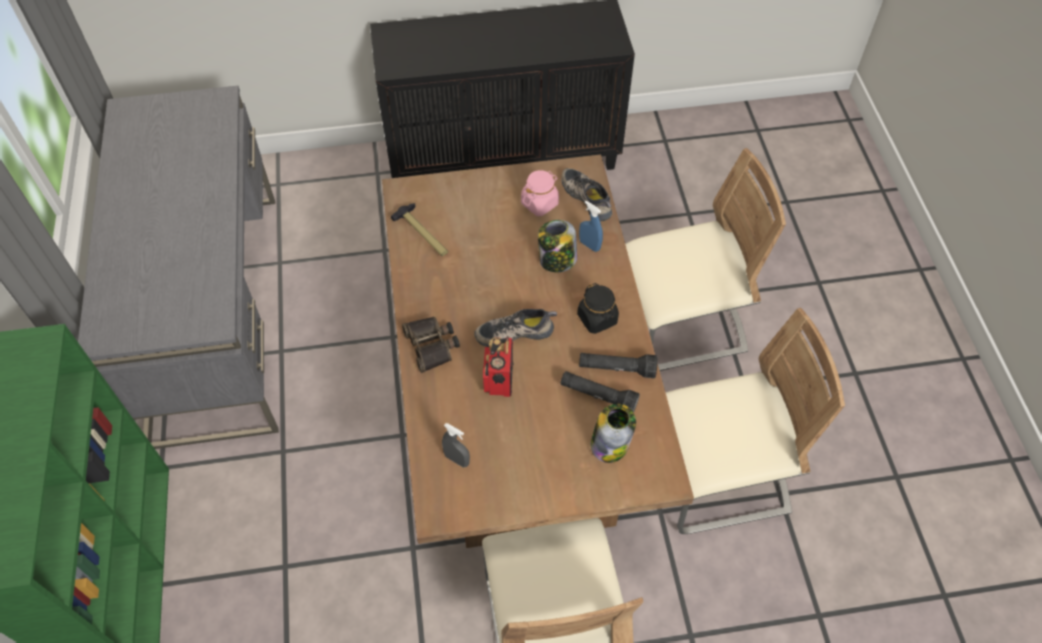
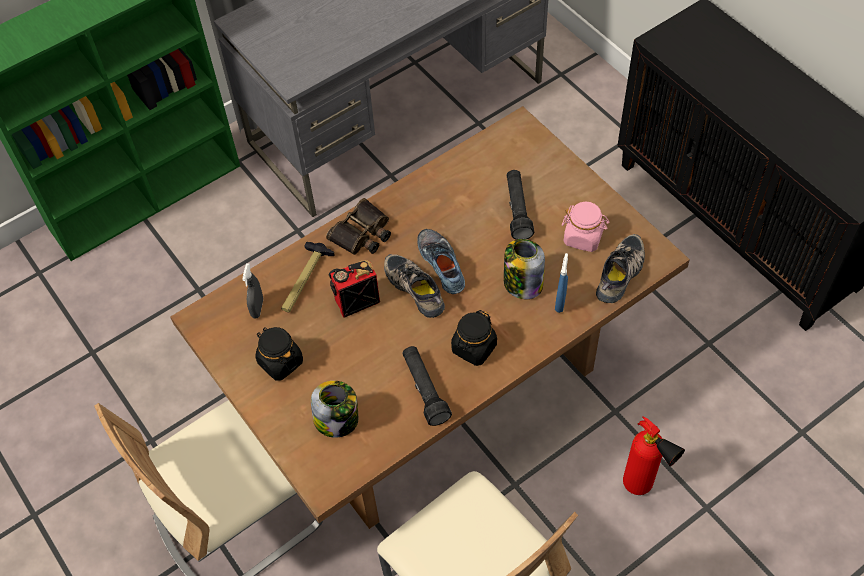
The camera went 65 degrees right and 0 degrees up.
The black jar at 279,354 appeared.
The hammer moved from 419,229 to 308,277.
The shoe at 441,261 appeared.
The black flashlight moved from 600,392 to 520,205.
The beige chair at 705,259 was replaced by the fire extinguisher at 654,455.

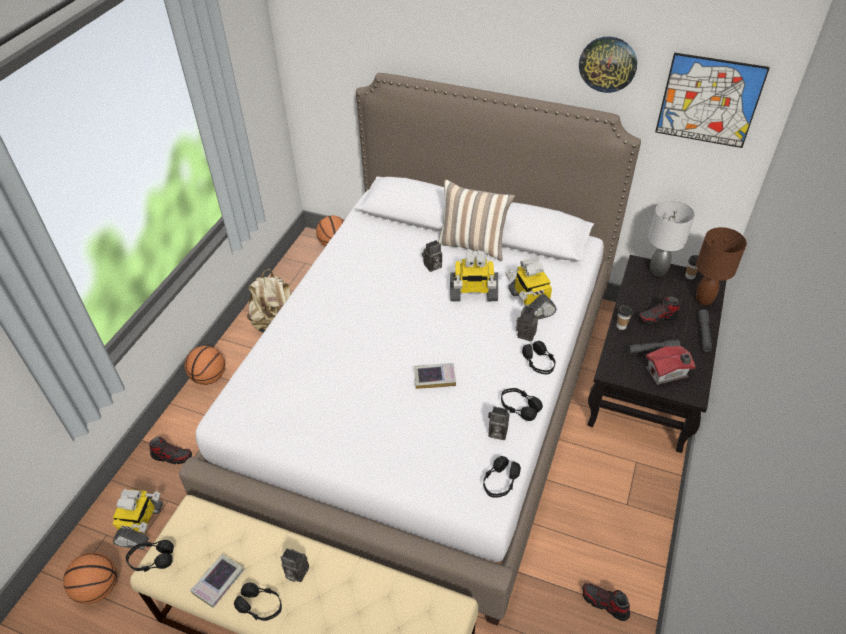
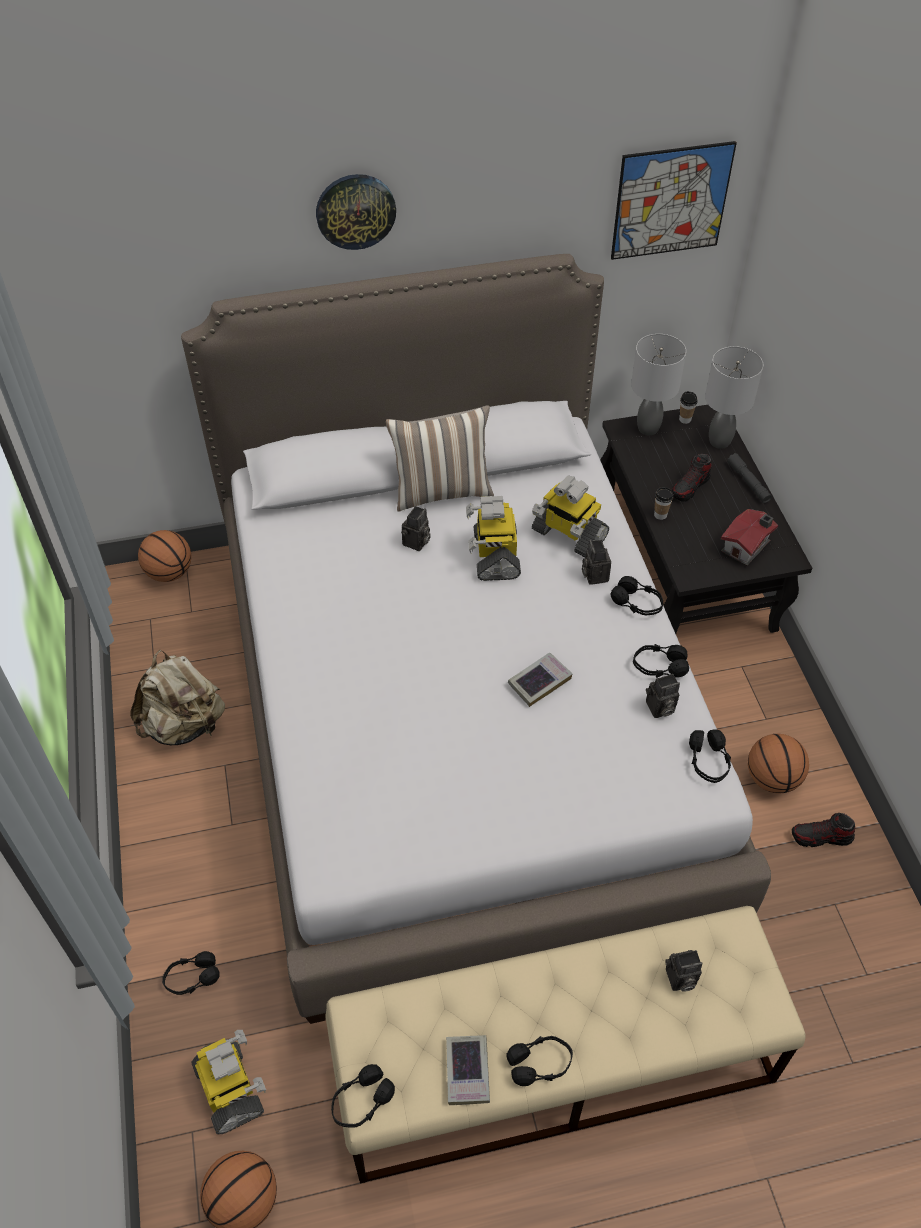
The camera went 35 degrees left and 5 degrees up.
The shoe at 170,450 was replaced by the black headphones at 191,973.
The wall clock moved from 608,64 to 356,212.
The toy robot at 474,276 turned 120 degrees clockwise.
The photo camera moved from 294,565 to 683,971.
The brown table lamp at 721,266 became the grey table lamp at 734,397.
The basketball moved from 205,365 to 778,764.
The grey flashlight at 654,346 disappeared.

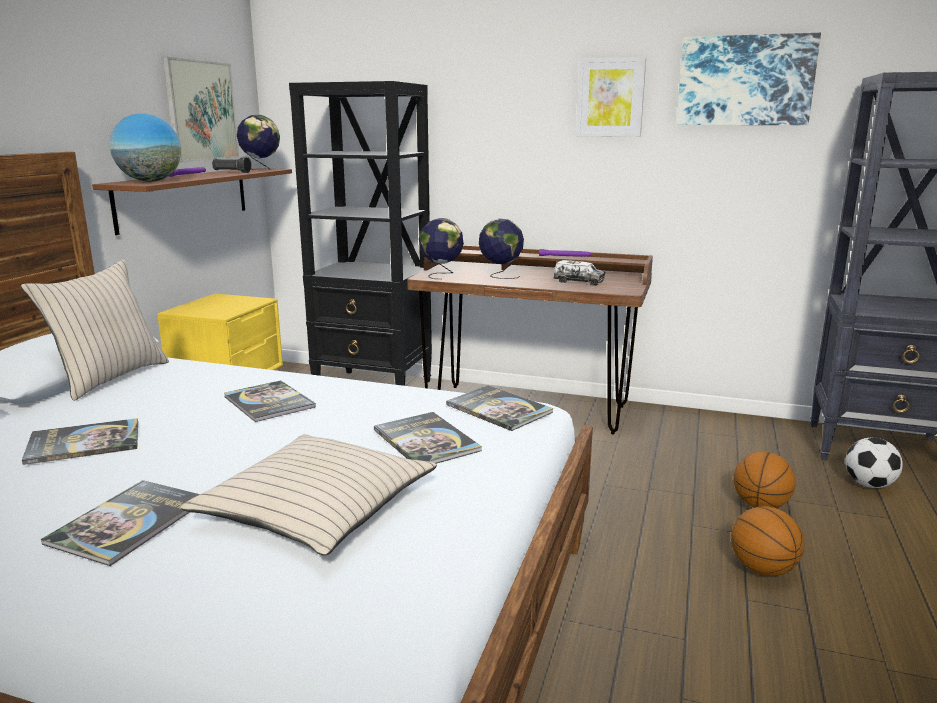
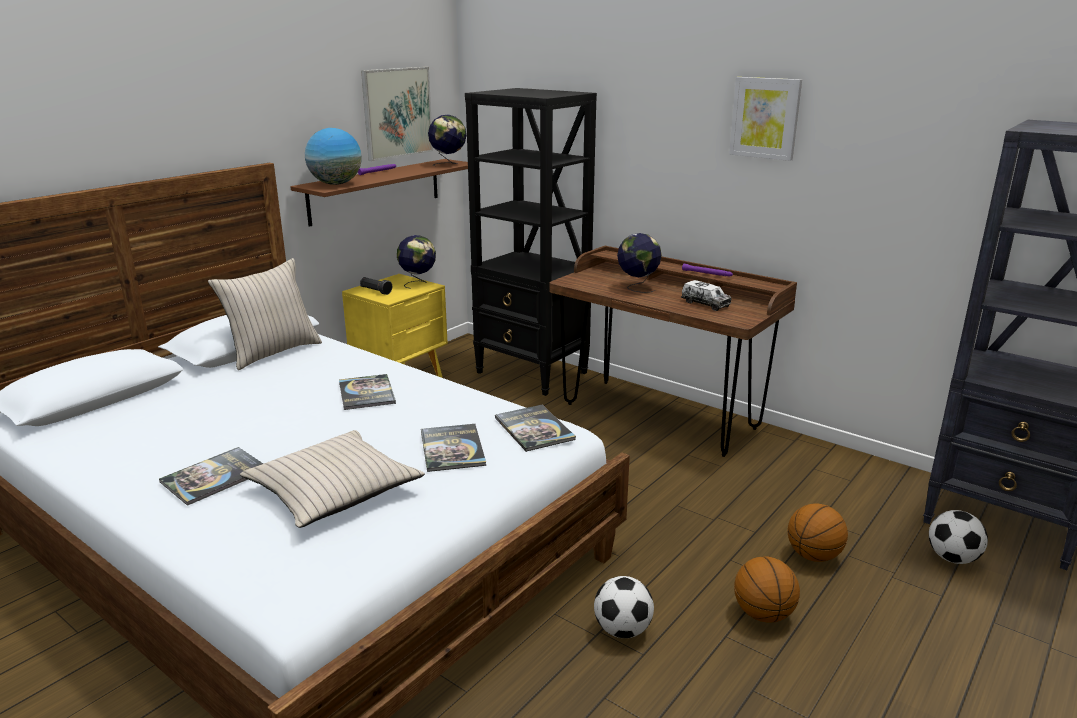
The camera went 20 degrees right and 5 degrees up.
The black flashlight moved from 232,165 to 376,286.
The globe moved from 441,248 to 416,262.
The football at 624,607 appeared.
The book at 80,441 disappeared.
The picture at 748,79 disappeared.

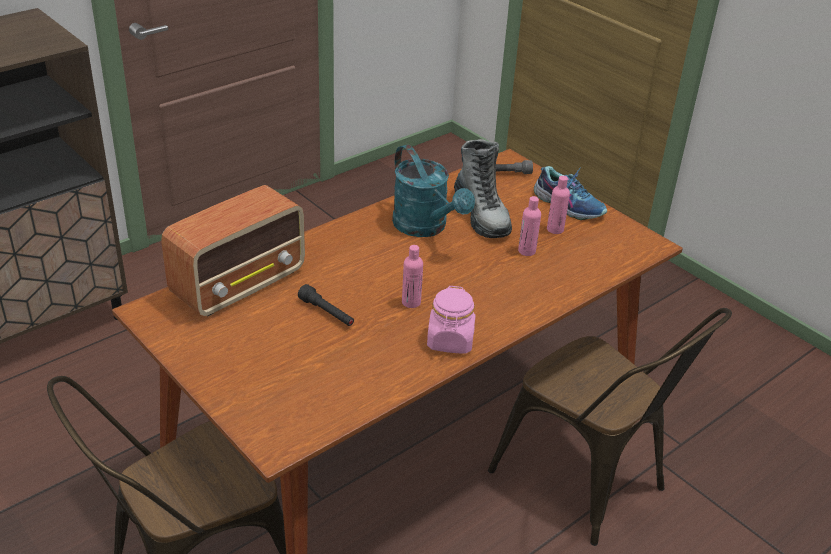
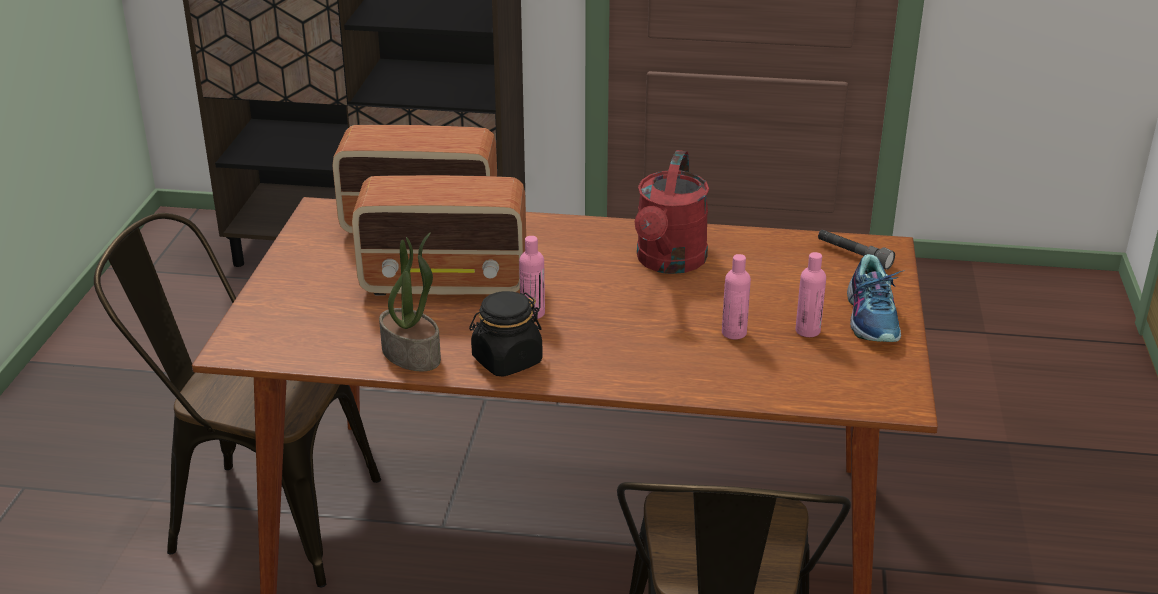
The camera went 50 degrees right and 5 degrees down.
The black flashlight at 326,305 was replaced by the radio at 439,235.
The potted plant at 410,301 appeared.
The pink jar at 451,320 became the black jar at 506,334.
The turquoise watering can at 433,191 became the red watering can at 672,212.
The boot at 483,188 disappeared.

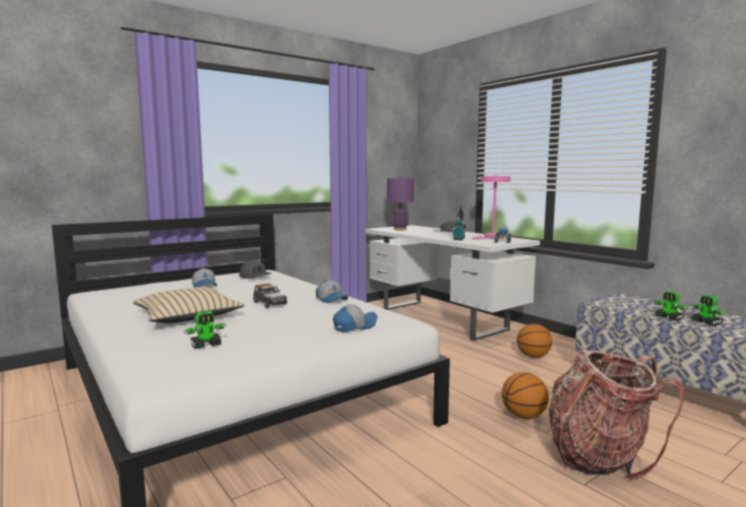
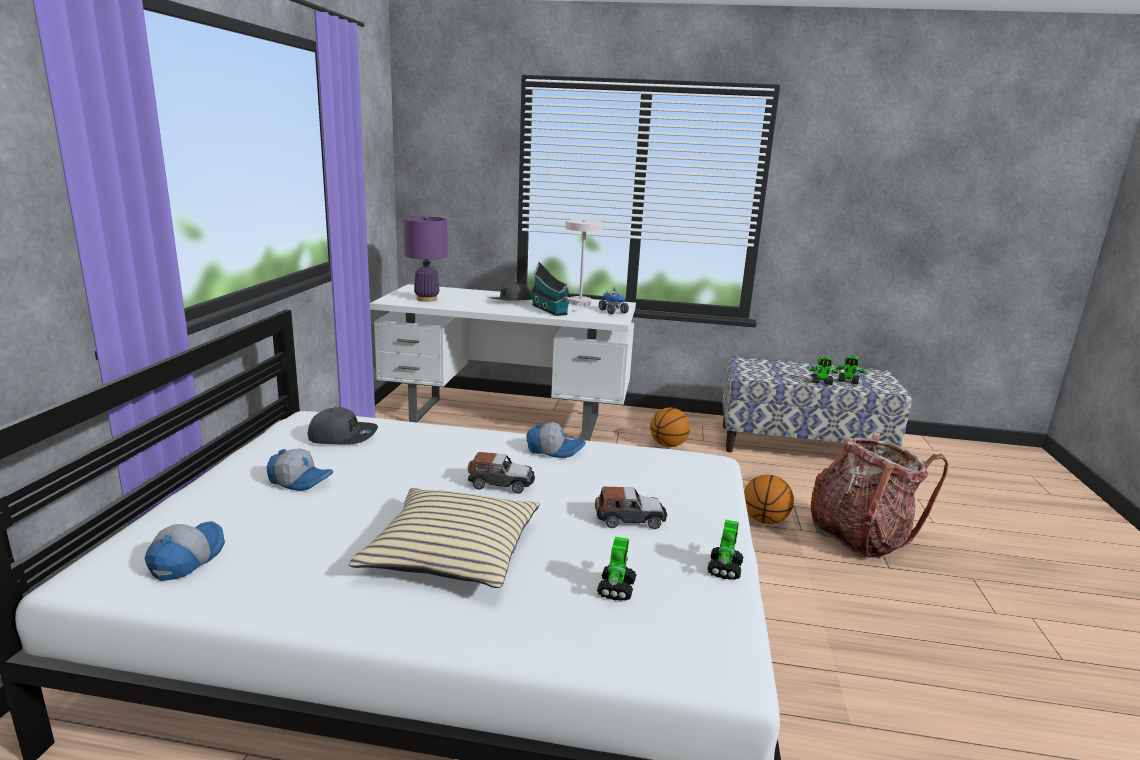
The camera went 45 degrees left and 10 degrees up.
The cap moved from 355,318 to 185,551.
The pink table lamp at 491,207 became the white table lamp at 584,265.
The toy car at 631,508 appeared.
The toy robot at 725,550 appeared.

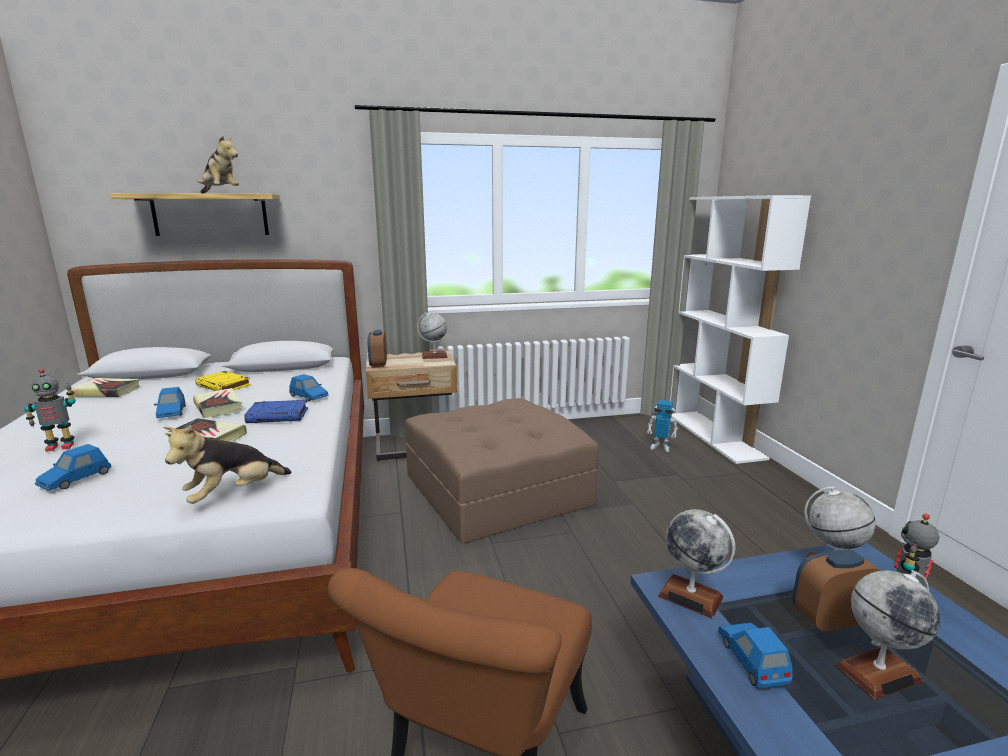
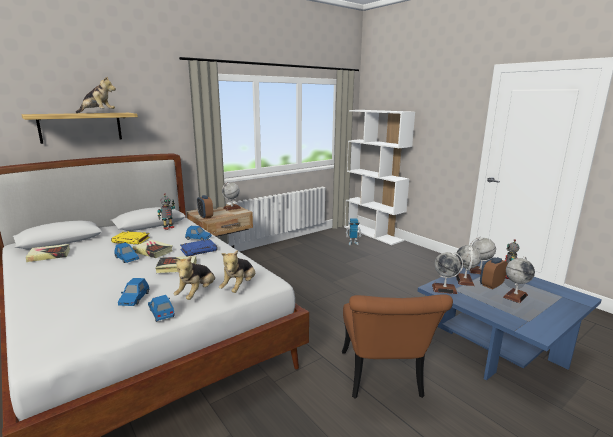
The camera went 25 degrees left and 0 degrees up.
The blue toy car moved from 755,655 to 161,308.
The toy robot moved from 50,410 to 166,211.
The plush toy at 194,278 appeared.
The globe at 468,265 appeared.
The brown ottoman at 502,471 disappeared.

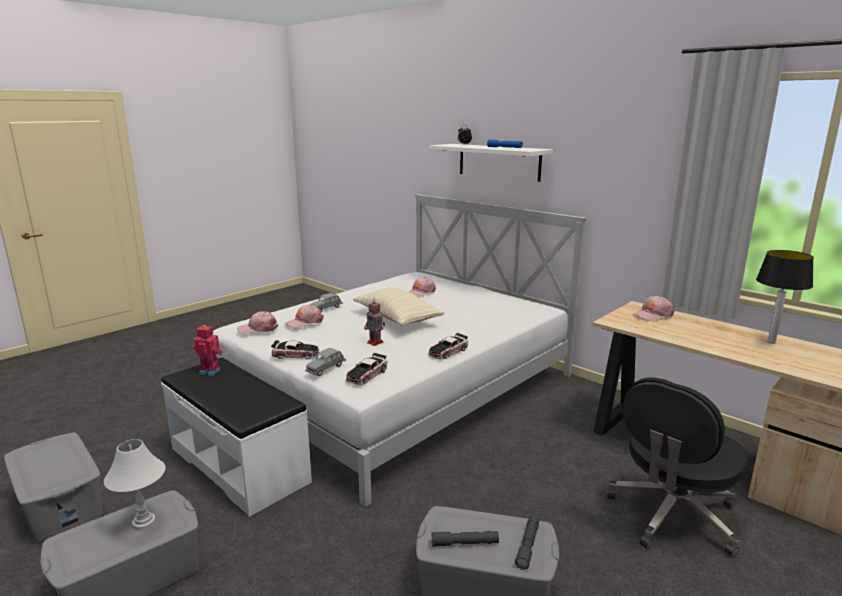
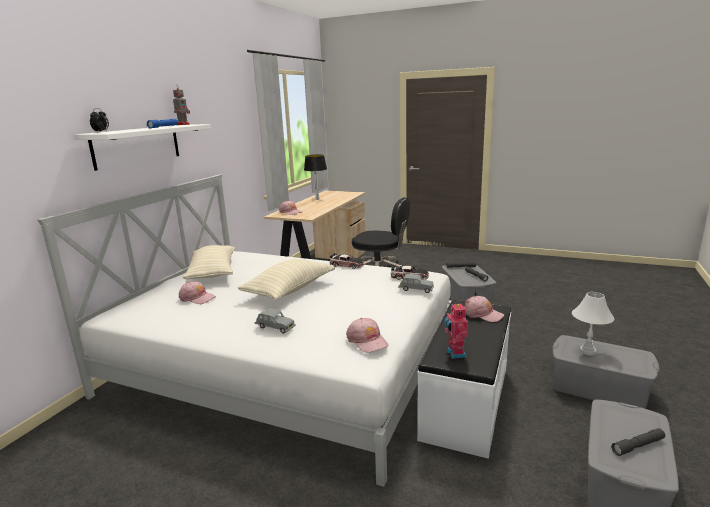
The camera went 110 degrees left and 0 degrees up.
The toy robot moved from 374,322 to 181,106.
The beige pillow at 209,262 appeared.
The pink cap moved from 304,316 to 484,309.
The grey flashlight at 638,442 appeared.
The toy car at 295,349 disappeared.

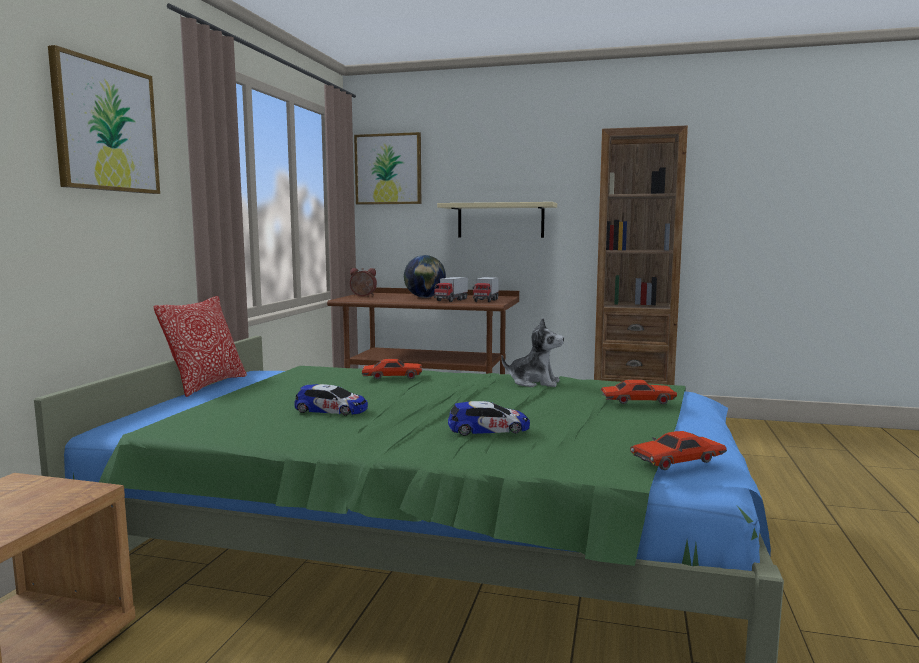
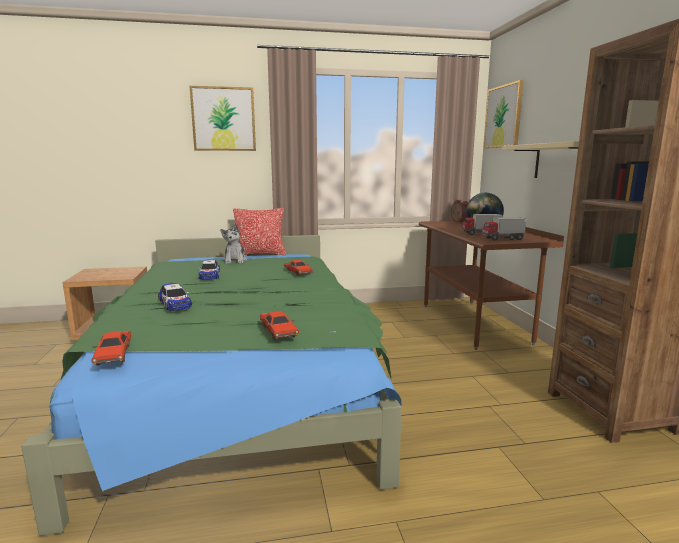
The camera went 65 degrees right and 5 degrees up.
The red toy car at 678,450 turned 150 degrees counterclockwise.
The plush toy moved from 532,352 to 233,244.

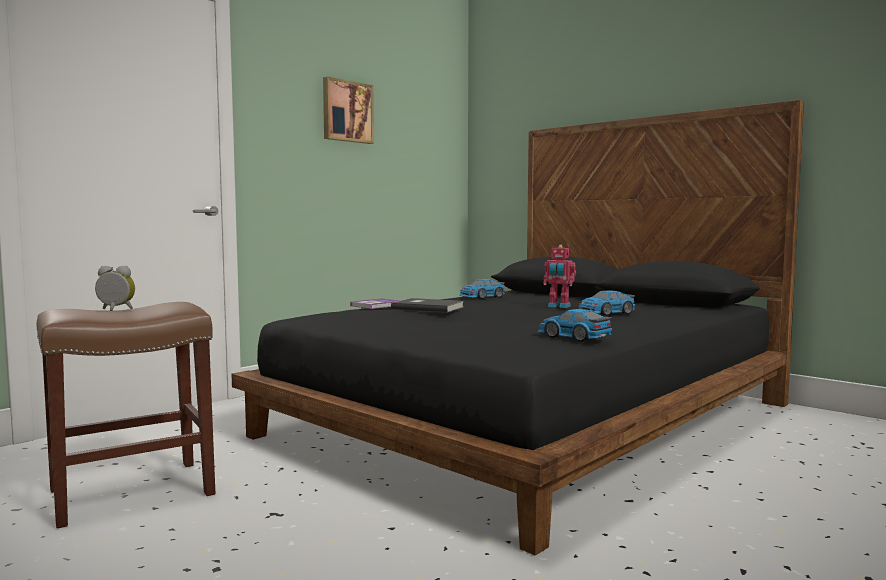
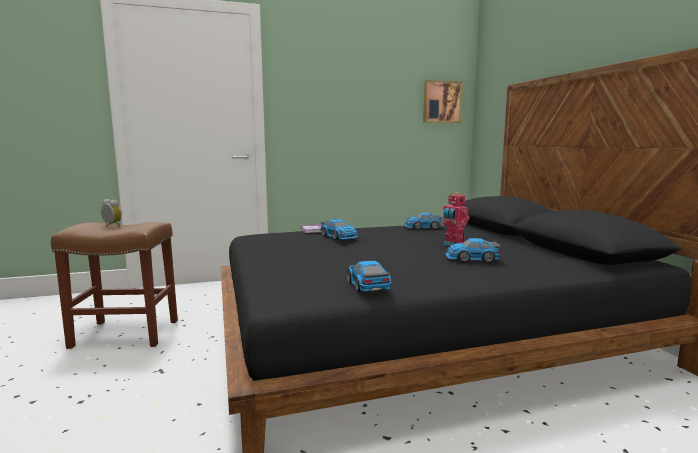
The camera went 30 degrees right and 5 degrees up.
The grey book at 427,305 was replaced by the toy car at 339,229.
The picture moved from 348,110 to 443,101.

